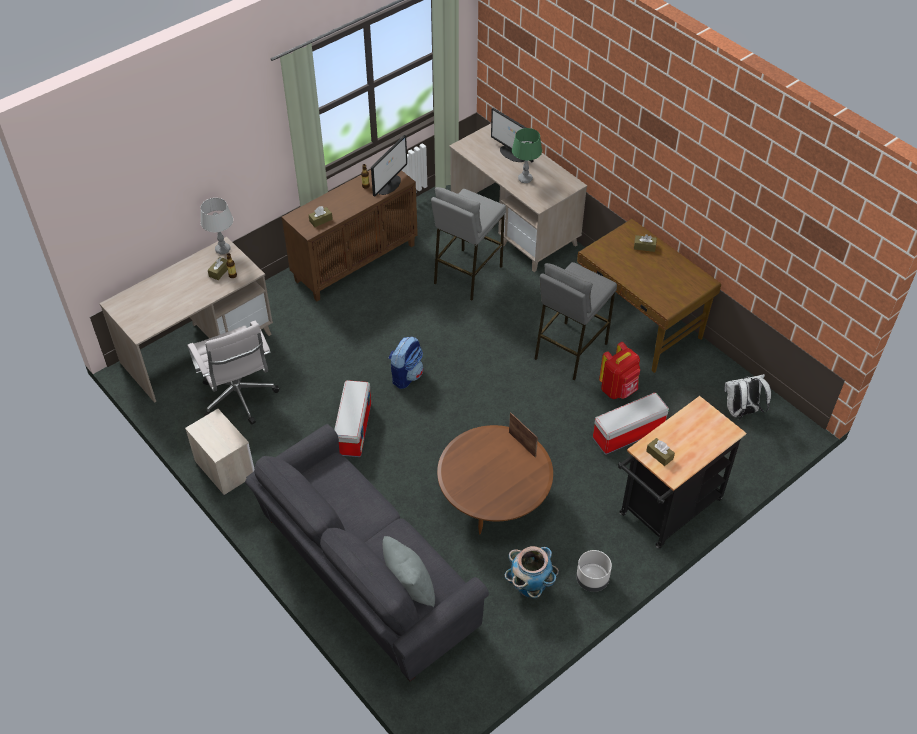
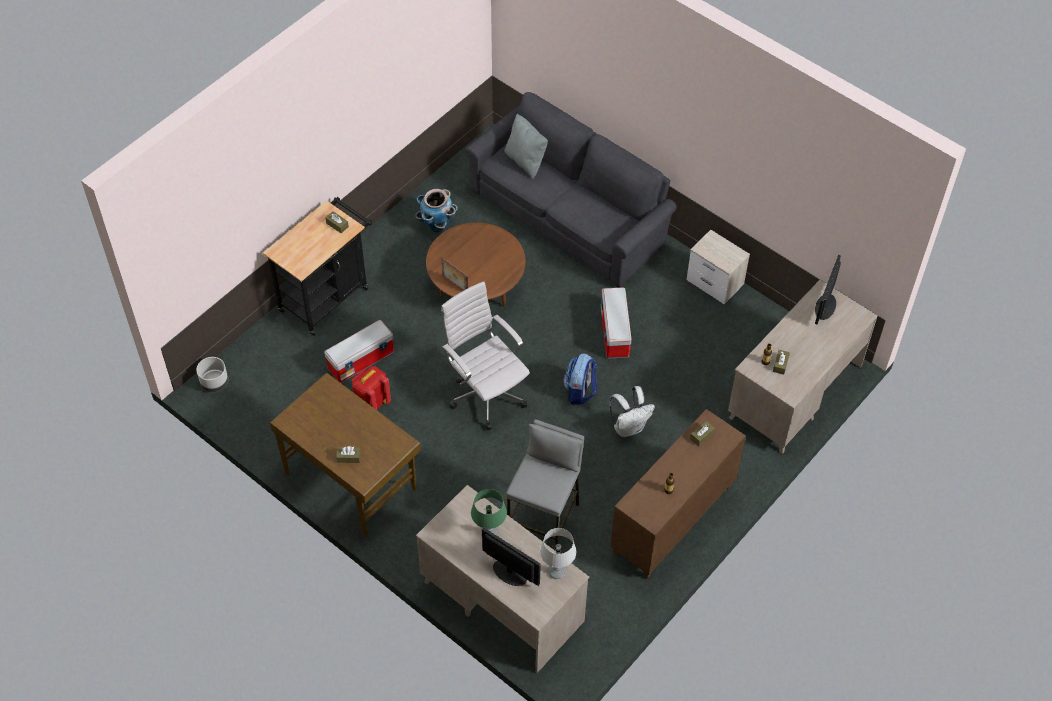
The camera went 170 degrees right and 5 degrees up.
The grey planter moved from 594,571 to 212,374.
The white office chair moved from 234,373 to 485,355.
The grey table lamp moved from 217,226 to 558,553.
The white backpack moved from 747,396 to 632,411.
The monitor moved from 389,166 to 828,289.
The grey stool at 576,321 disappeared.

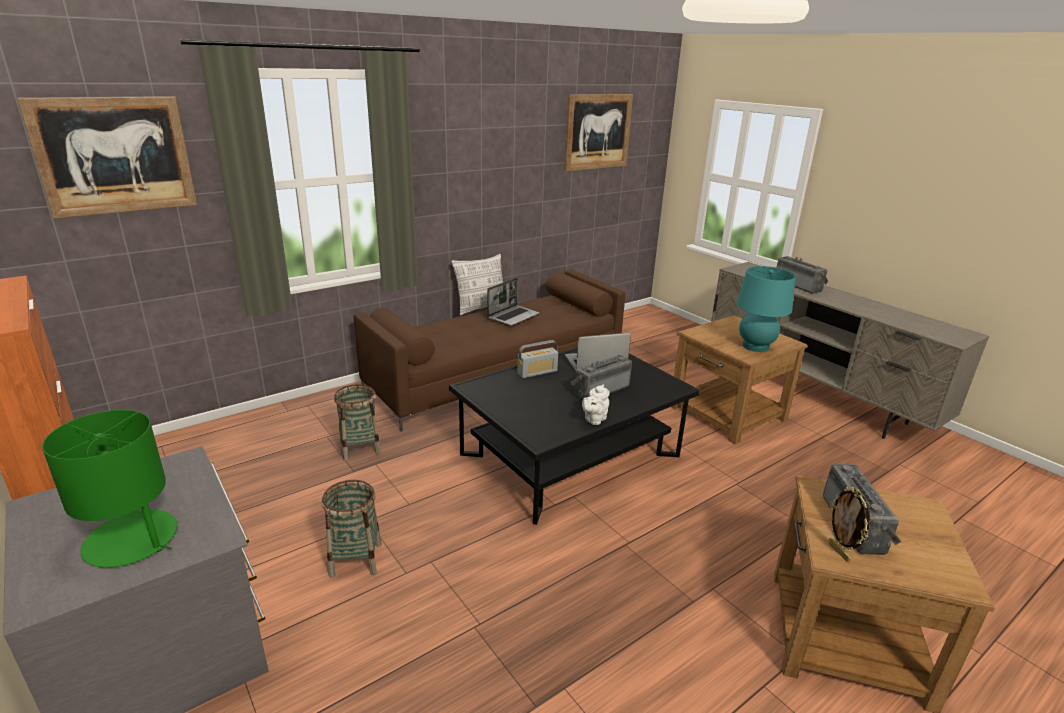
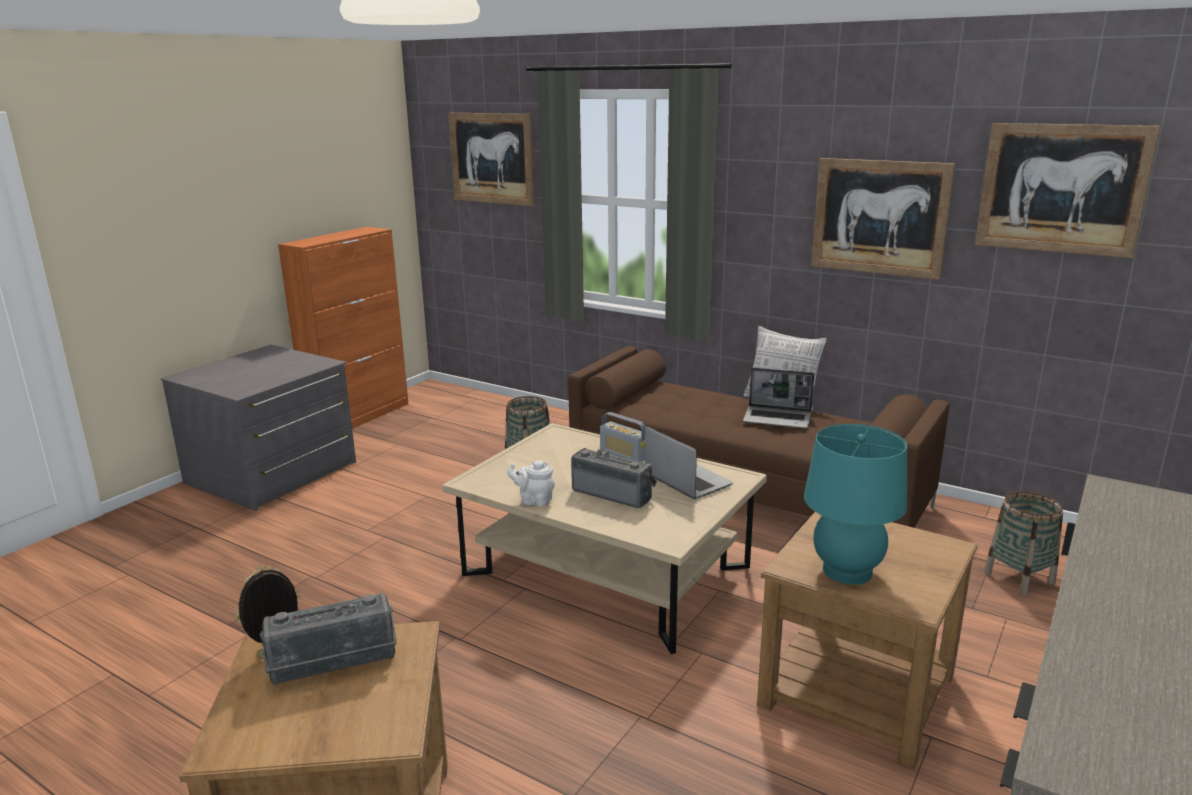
The camera went 70 degrees right and 5 degrees down.
The black coffee table at 574,436 became the beige coffee table at 604,538.
The picture at 883,219 appeared.
The basket moved from 352,529 to 1023,543.
The green table lamp at 109,489 disappeared.
The radio at 802,275 disappeared.

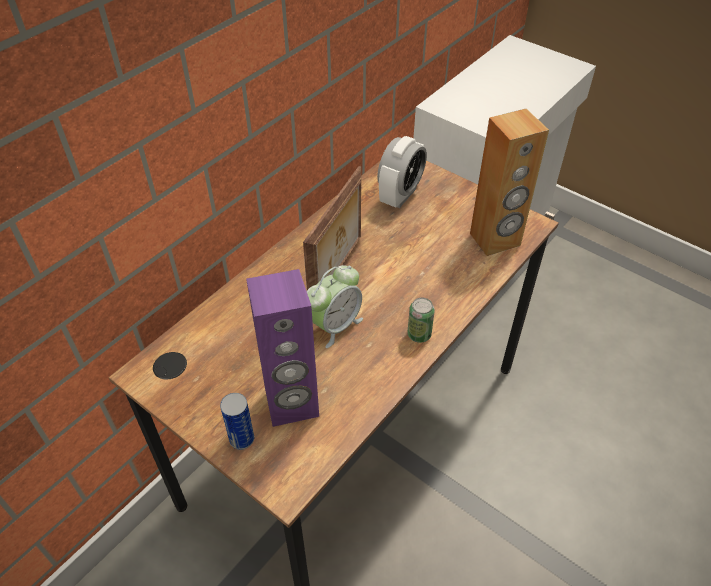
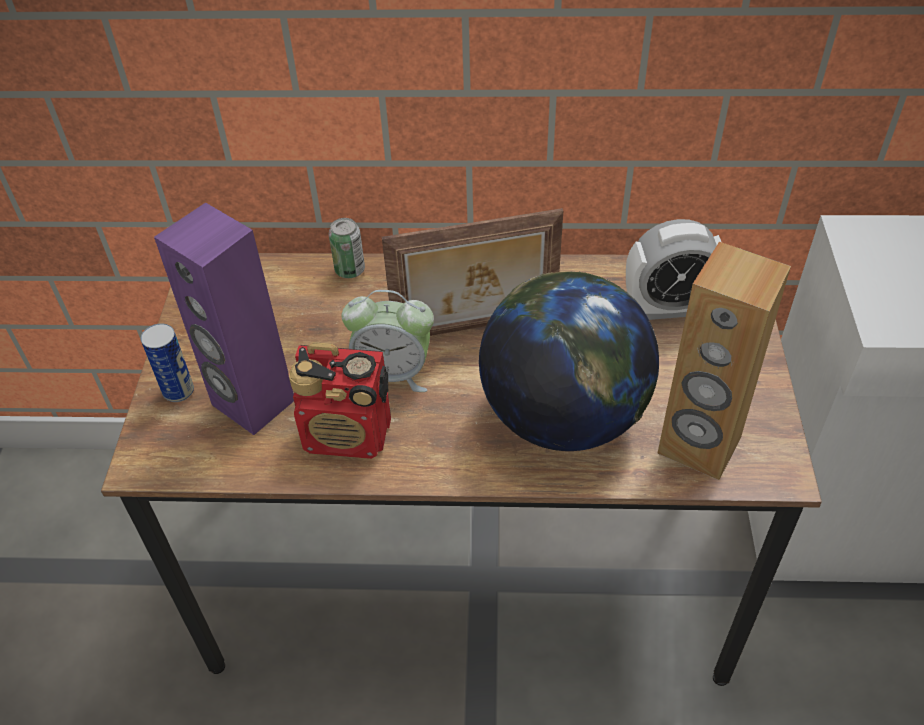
The camera went 55 degrees right and 0 degrees up.
The radio at 339,400 appeared.
The can moved from 421,320 to 347,248.
The globe at 569,361 appeared.

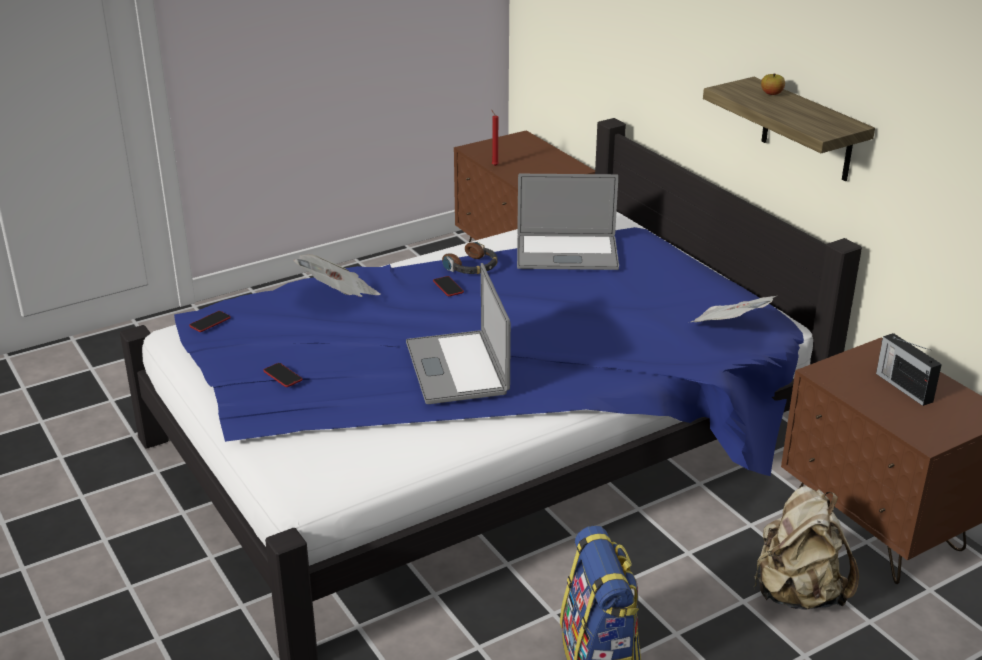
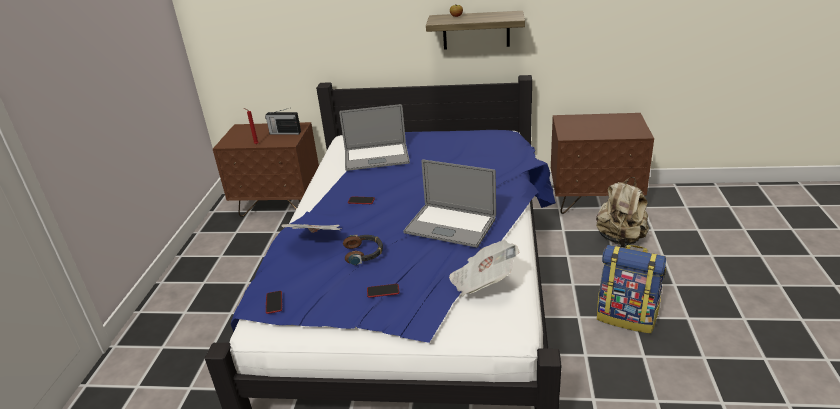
The camera went 50 degrees left and 0 degrees up.
The radio moved from 909,369 to 283,121.
The laptop at 568,222 turned 45 degrees clockwise.
The headphones moved from 470,258 to 363,250.
The newspaper moved from 733,309 to 484,268.

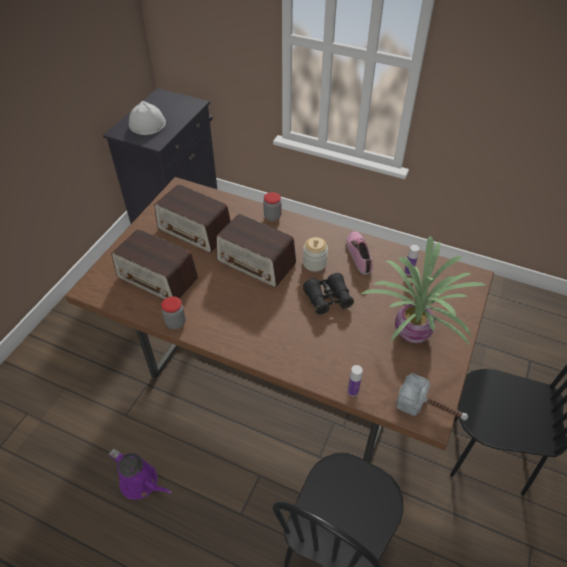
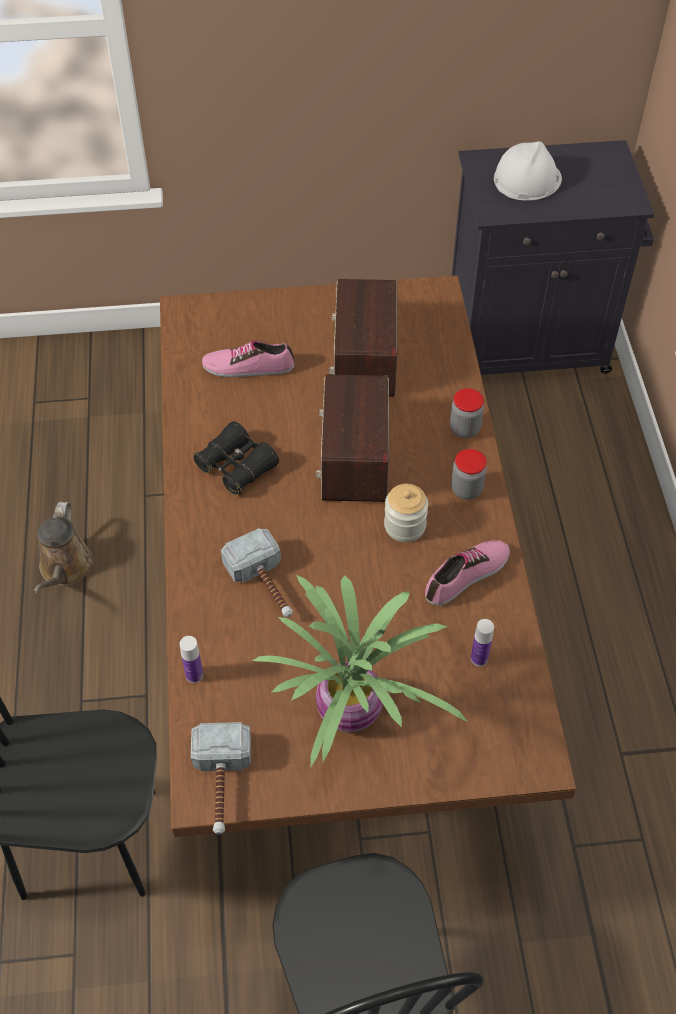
The camera went 60 degrees right and 5 degrees up.
The purple watering can at 140,474 became the brown watering can at 63,547.
The black binoculars moved from 328,294 to 236,458.
The radio at 154,264 was replaced by the shoe at 248,359.
The hammer at 257,572 appeared.
The jar moved from 173,313 to 469,474.

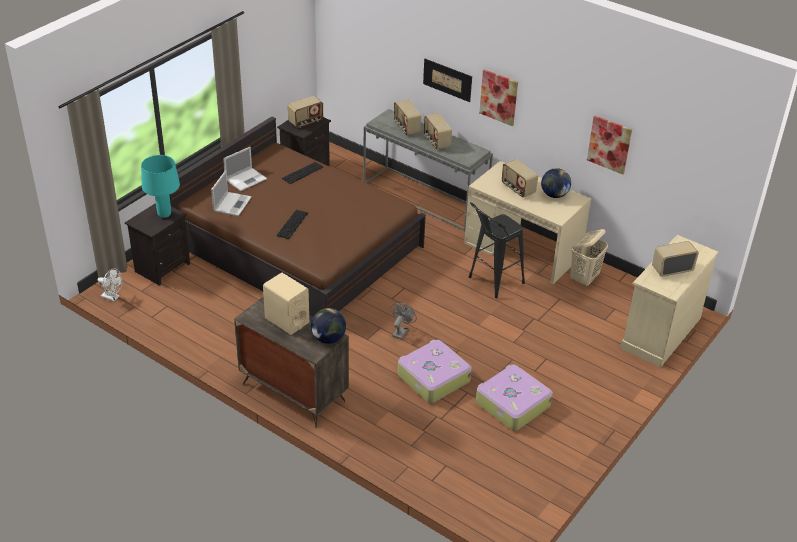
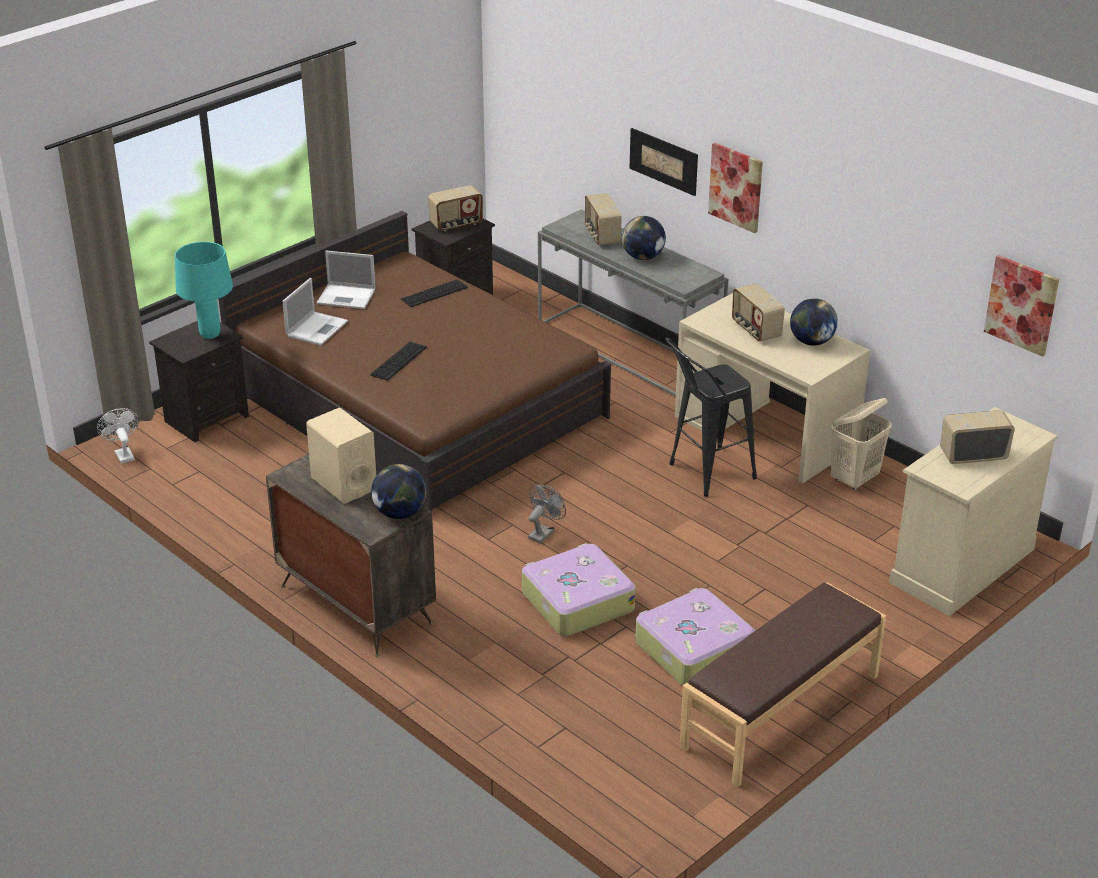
The camera went 10 degrees right and 5 degrees down.
The white fan at 110,285 turned 150 degrees counterclockwise.
The laptop at 245,169 turned 45 degrees clockwise.
The radio at 438,131 was replaced by the globe at 644,238.
The brown bench at 782,684 appeared.
The picture moved from 609,145 to 1021,306.

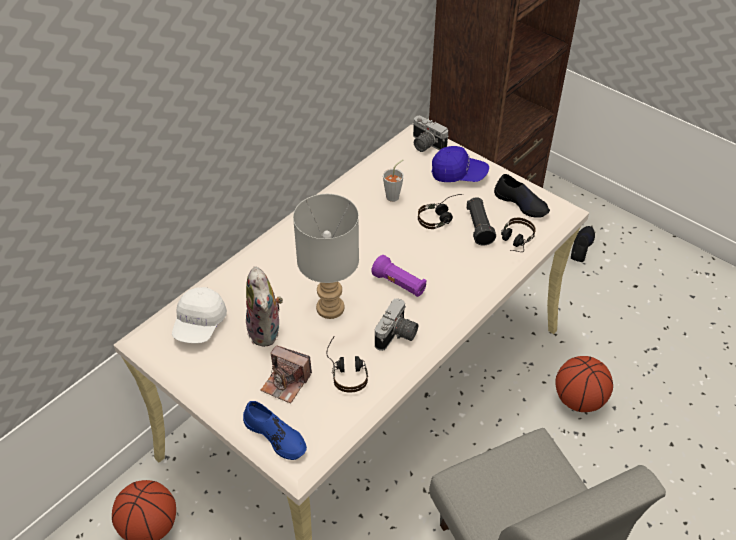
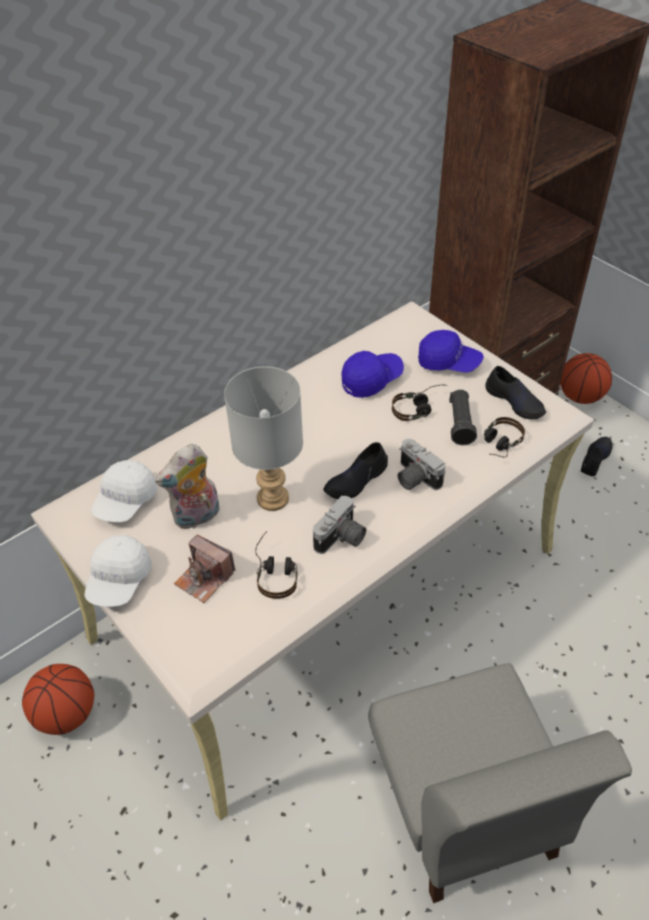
The camera went 10 degrees right and 0 degrees up.
The white cap at 118,571 appeared.
The plush toy at 264,306 turned 60 degrees clockwise.
The purple flashlight at 398,276 was replaced by the black shoe at 355,470.
The grey cup at 393,181 was replaced by the blue cap at 372,374.
The photo camera moved from 430,134 to 421,464.
The basketball moved from 584,384 to 586,378.
The blue shoe at 275,430 disappeared.

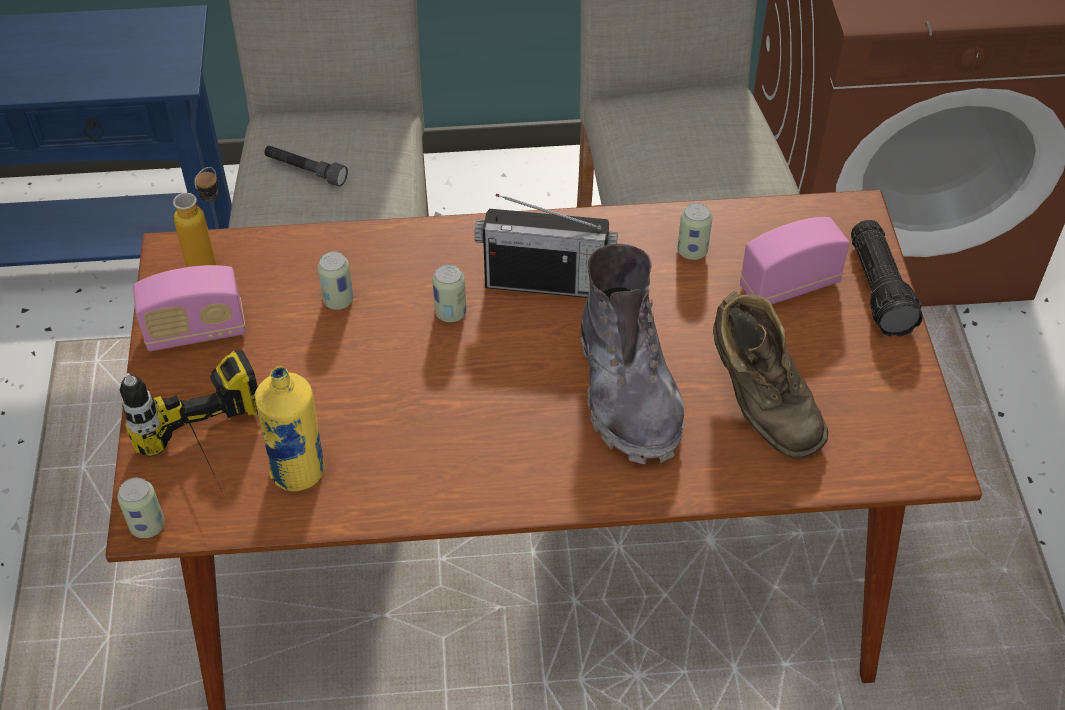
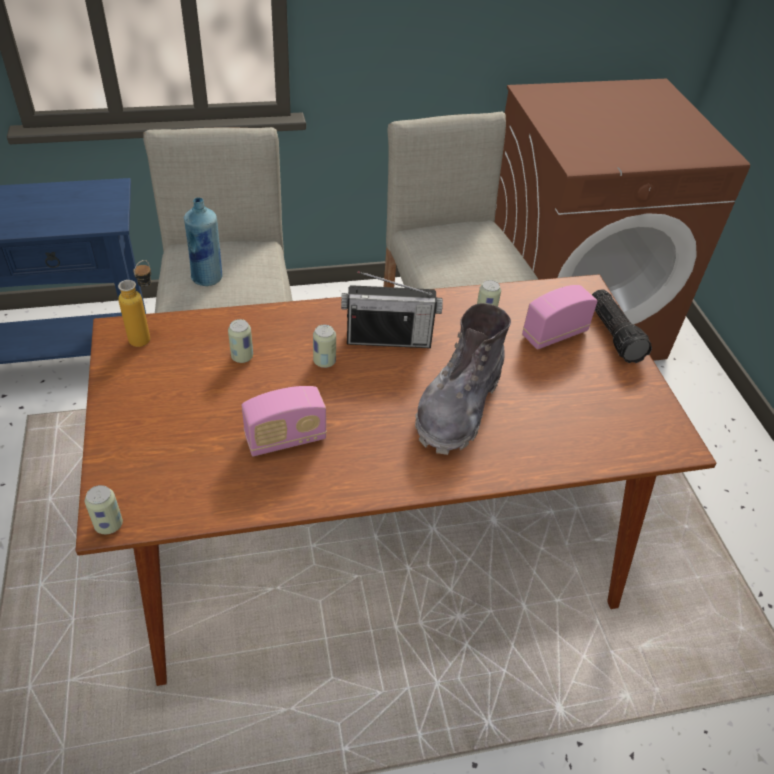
The camera went 10 degrees left and 5 degrees down.
The grey flashlight at 306,166 was replaced by the blue bottle at 203,241.
The radio moved from 189,308 to 284,421.
The grey boot at 633,354 turned 45 degrees clockwise.
The power drill at 189,419 disappeared.
The yellow bottle at 290,429 disappeared.
The brown boot at 770,374 disappeared.

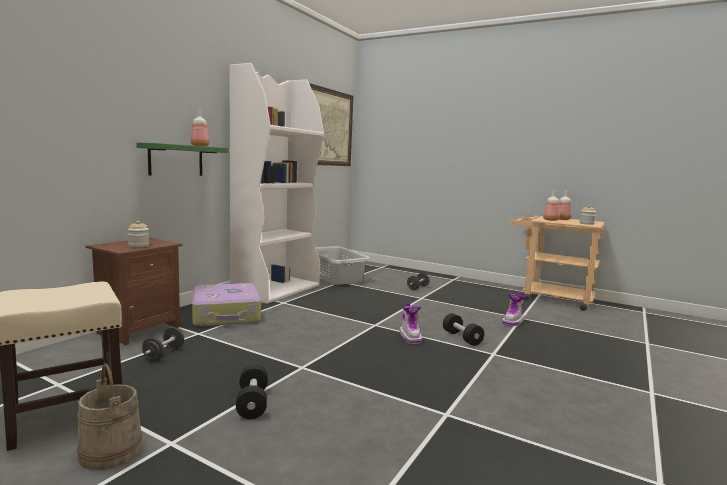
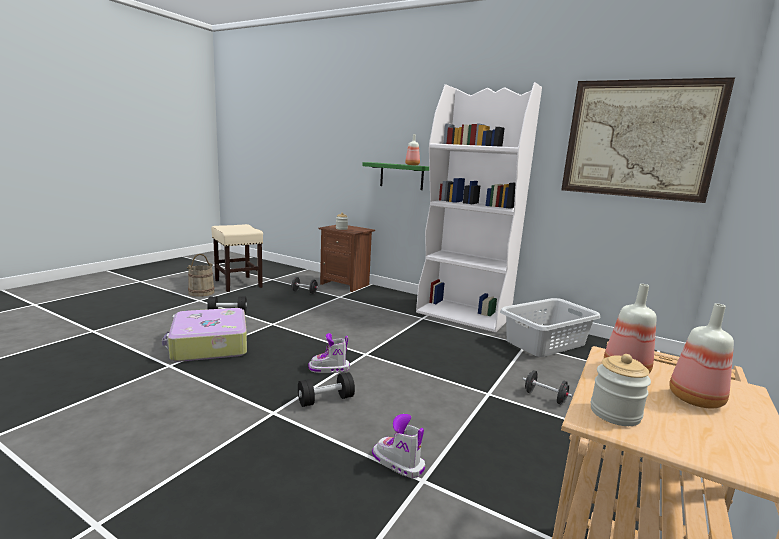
The camera went 90 degrees right and 5 degrees up.
The suitcase moved from 226,305 to 204,335.

